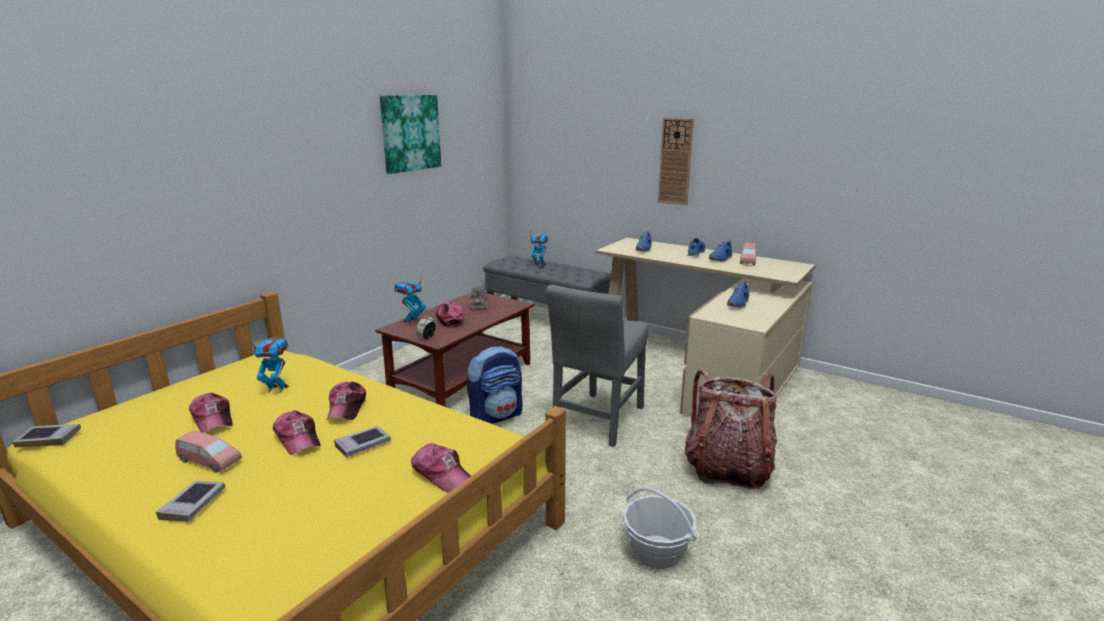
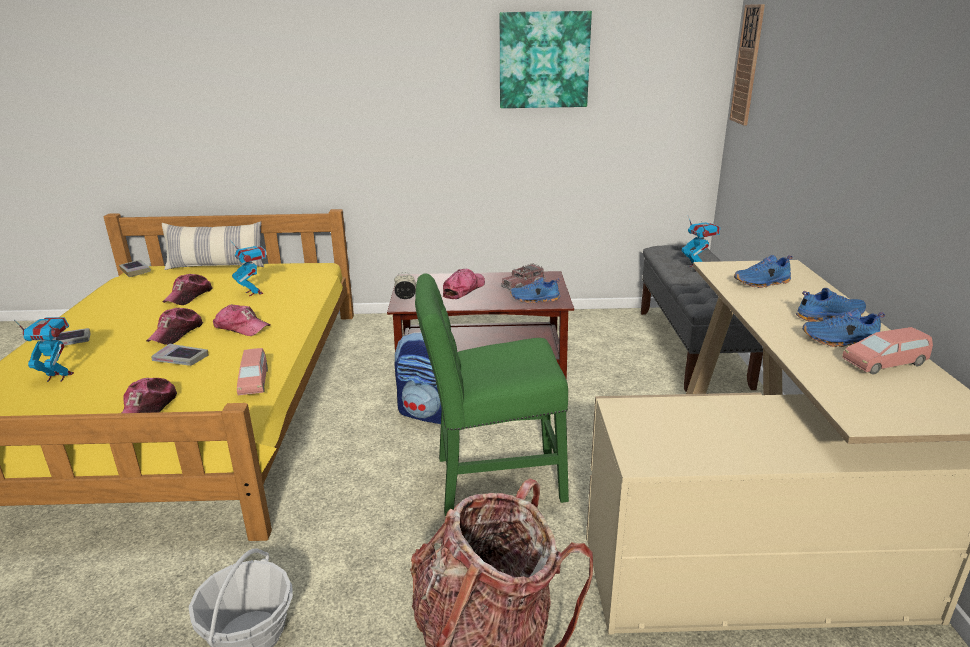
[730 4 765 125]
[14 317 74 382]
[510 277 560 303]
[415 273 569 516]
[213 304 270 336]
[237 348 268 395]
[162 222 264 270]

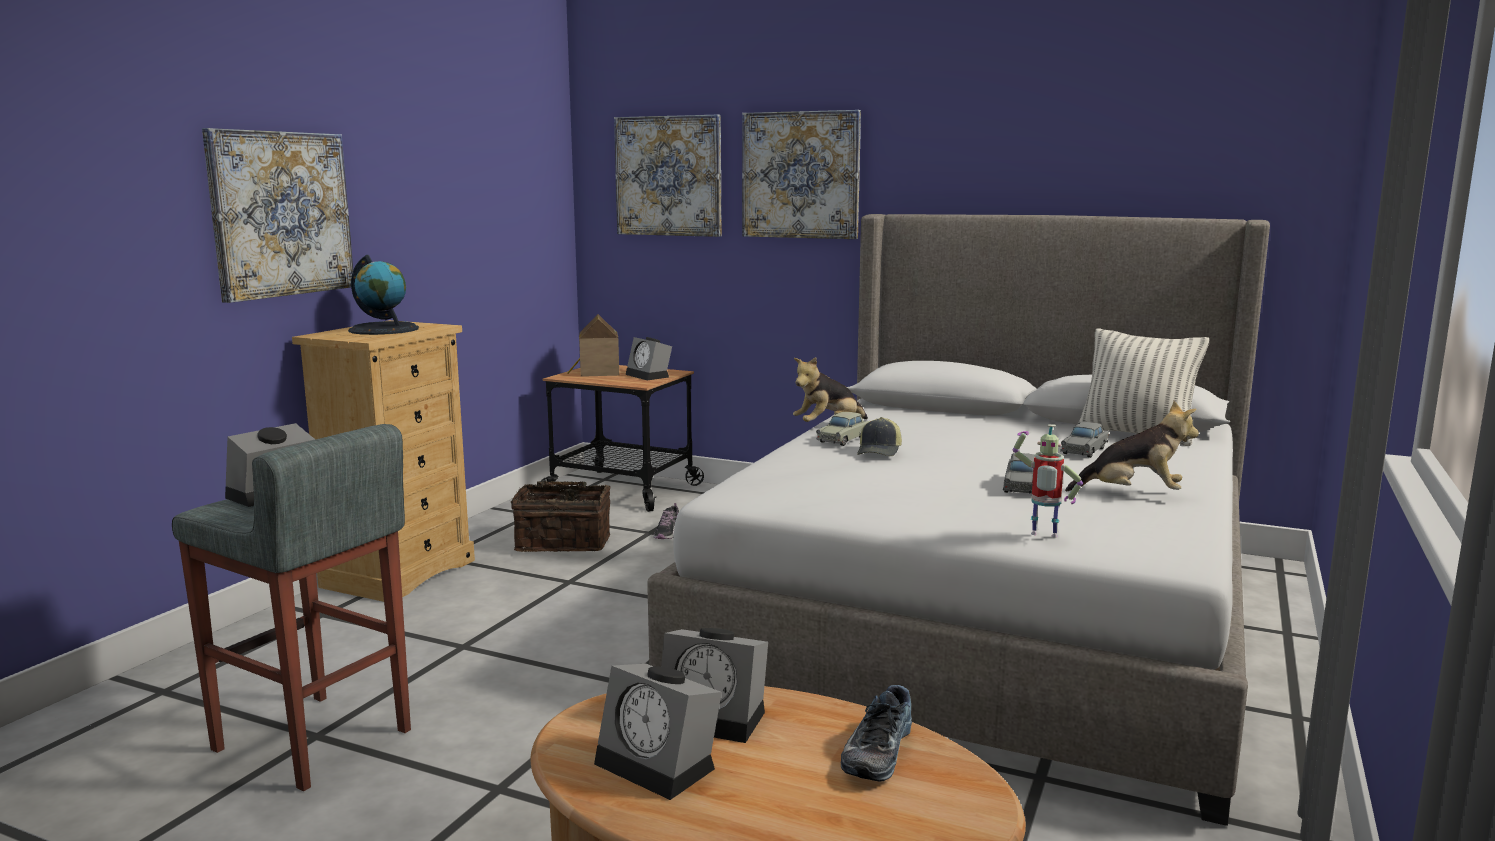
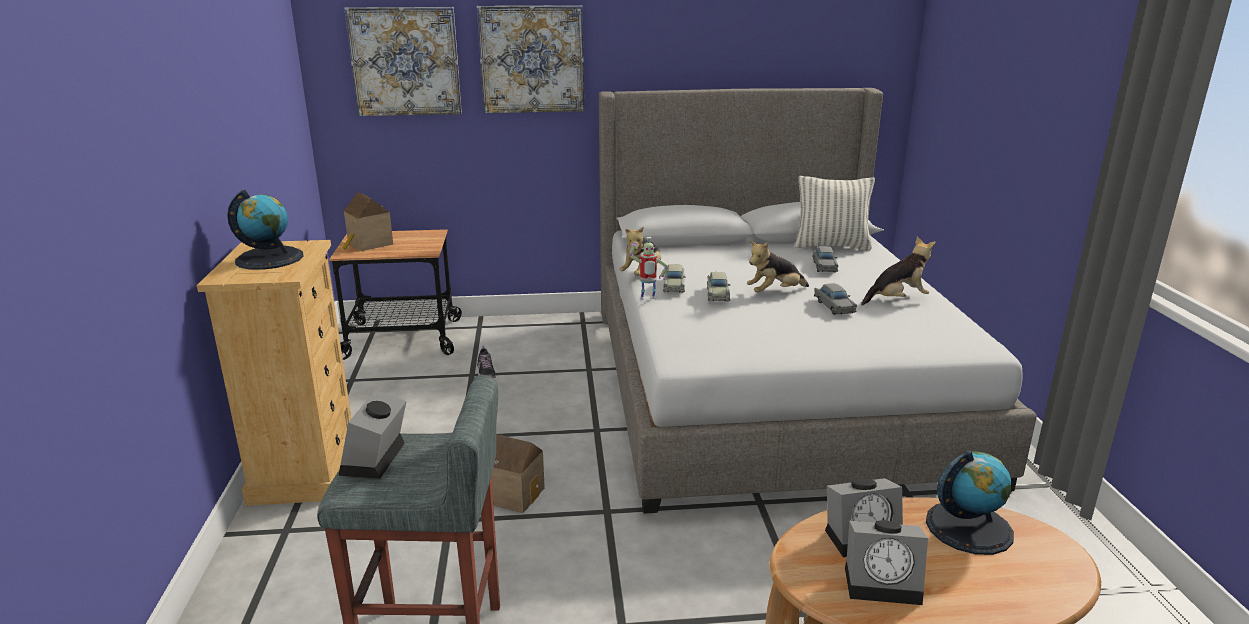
[202 128 353 303] (first image)
[626 337 672 381] (first image)
[707 272 730 302]
[629 237 668 300]
[511 481 610 552] (first image)
[926 450 1014 555]
[747 241 809 293]
[491 434 545 513]

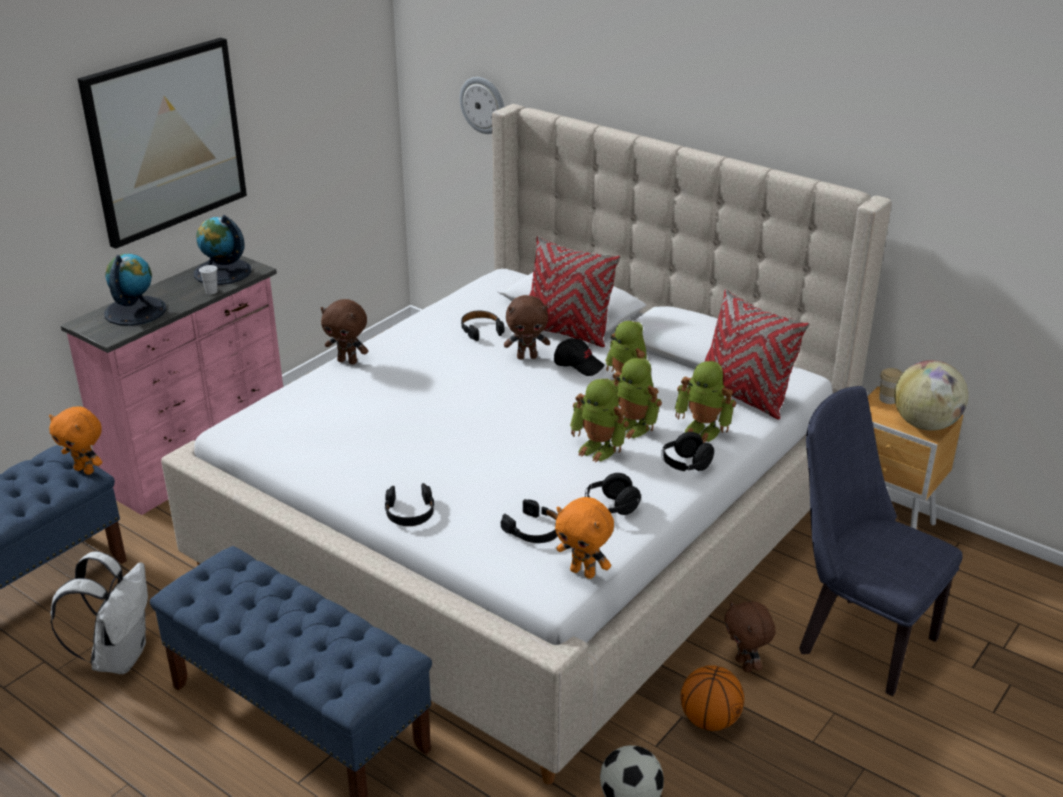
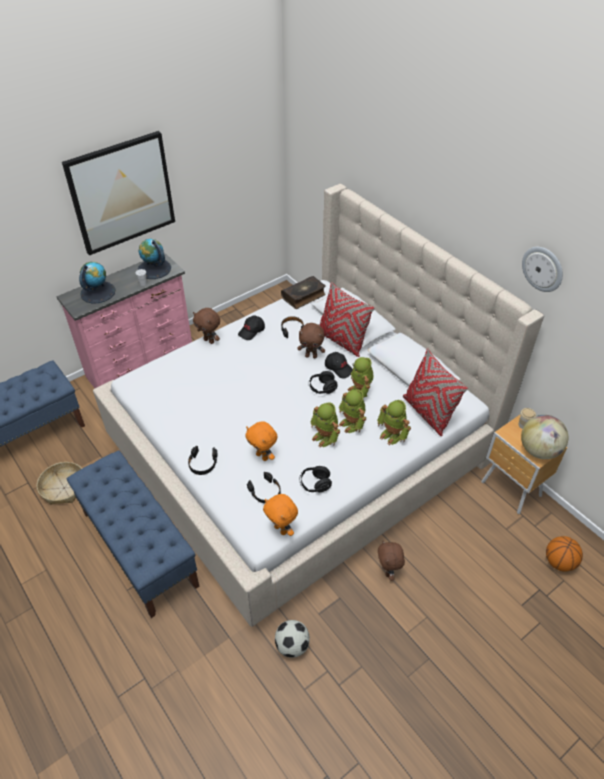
[522 247 563 292]
[799 386 963 696] (first image)
[245 421 277 461]
[309 371 338 394]
[37 462 82 505]
[546 536 583 572]
[281 276 326 309]
[238 315 265 340]

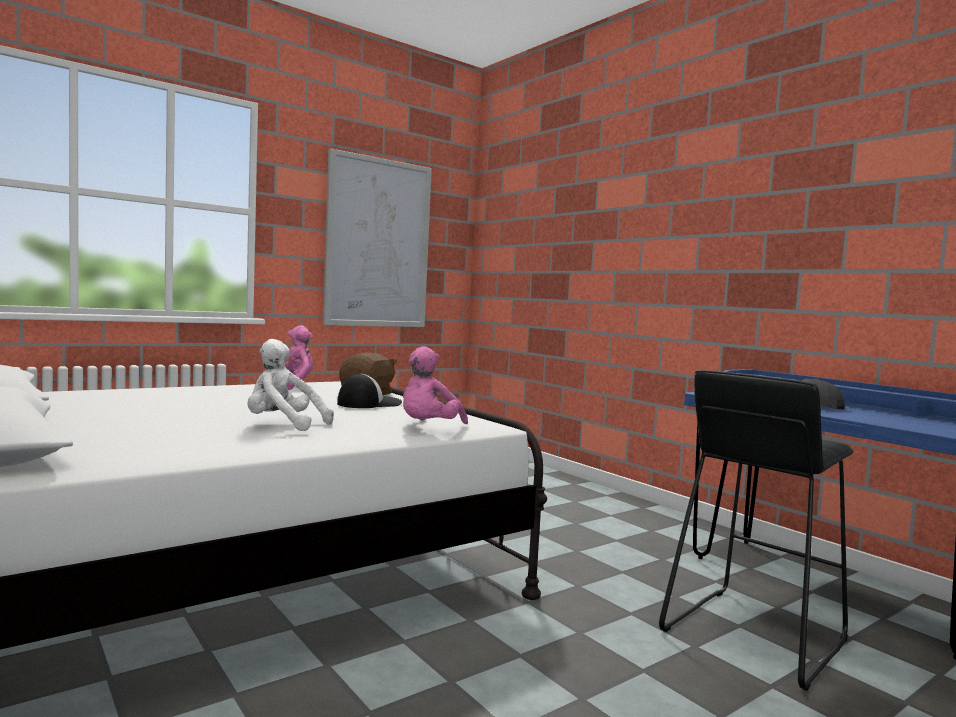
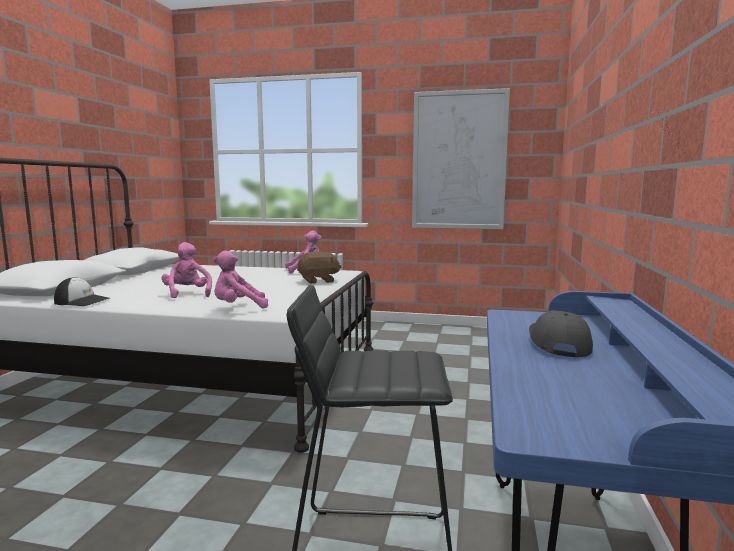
[161 242 212 298]
[54 277 109 306]

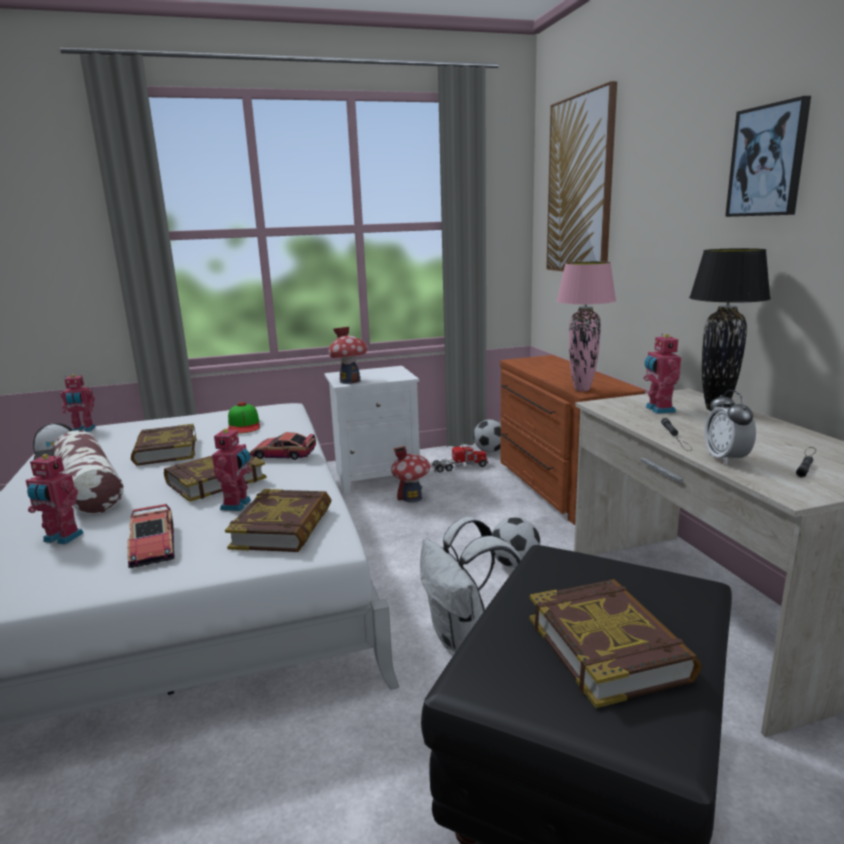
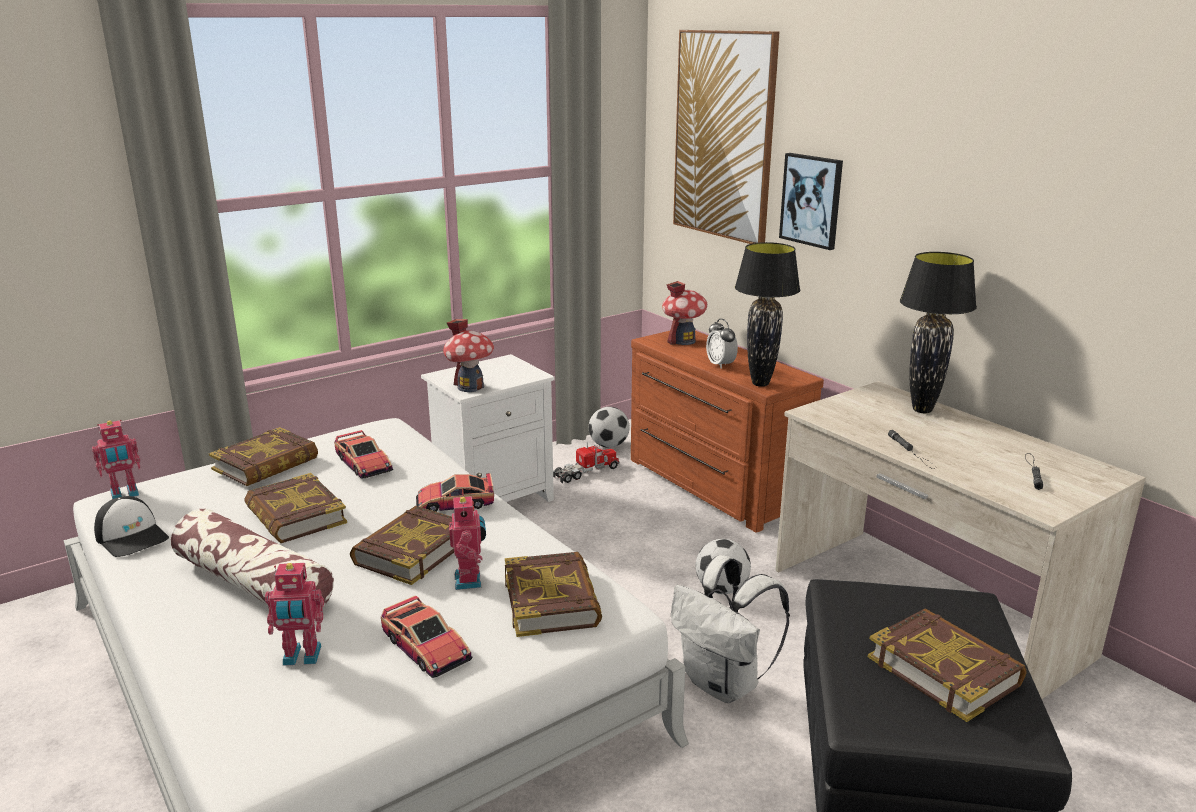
[779 153 843 250]
[735 242 800 387]
[643 334 681 414] (first image)
[706 319 738 369]
[334 430 393 479]
[662 281 708 345]
[209 427 318 486]

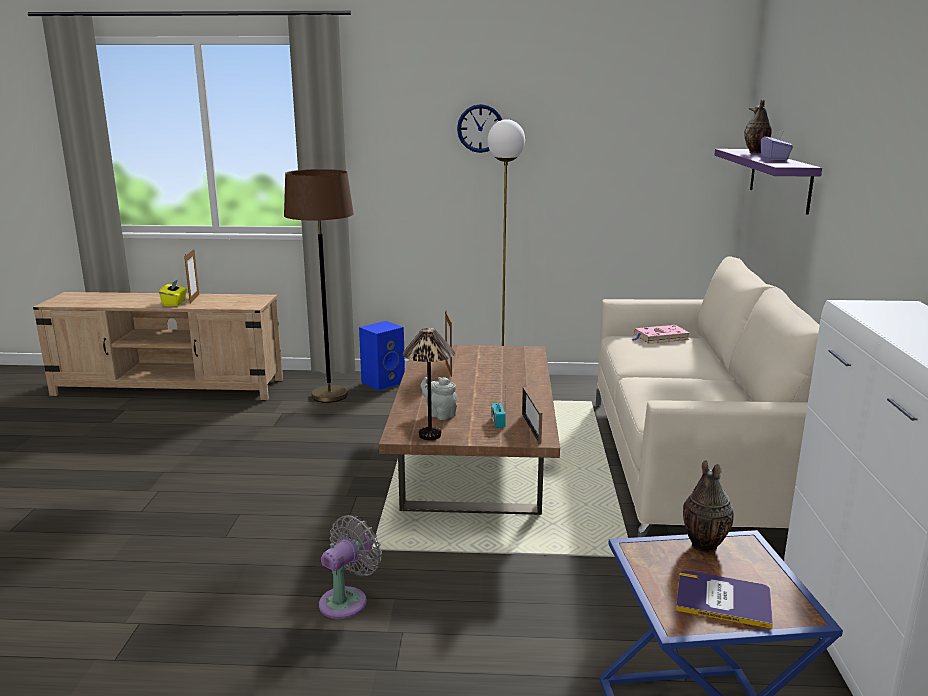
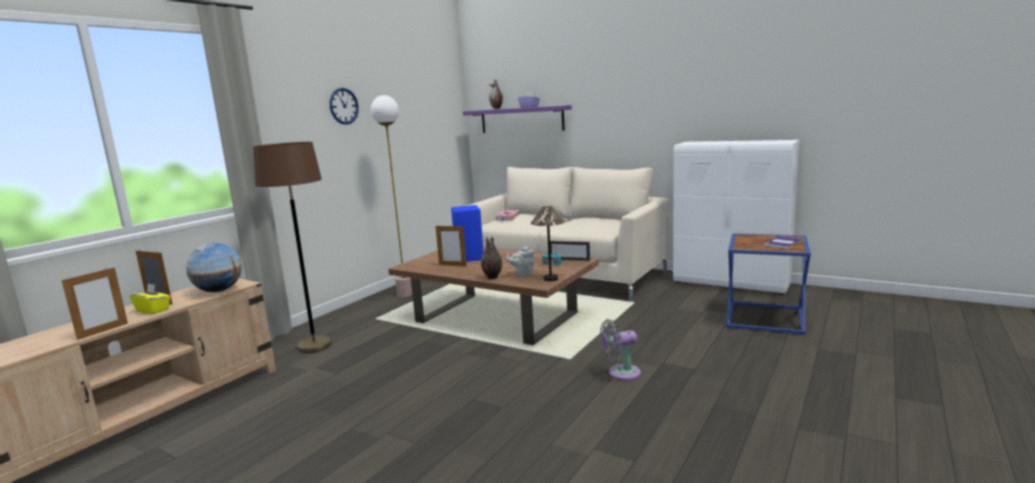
[451 205 484 262]
[481 236 502 280]
[600 319 641 381]
[186 243 242 292]
[62 267 128 340]

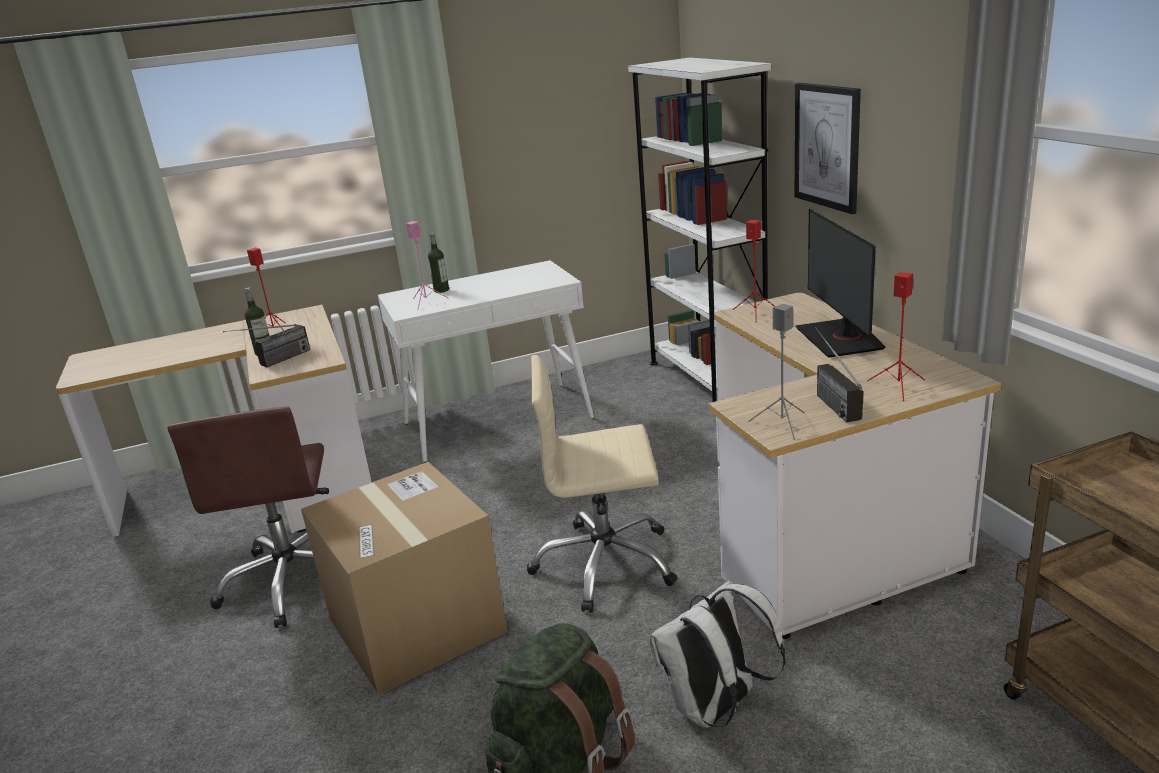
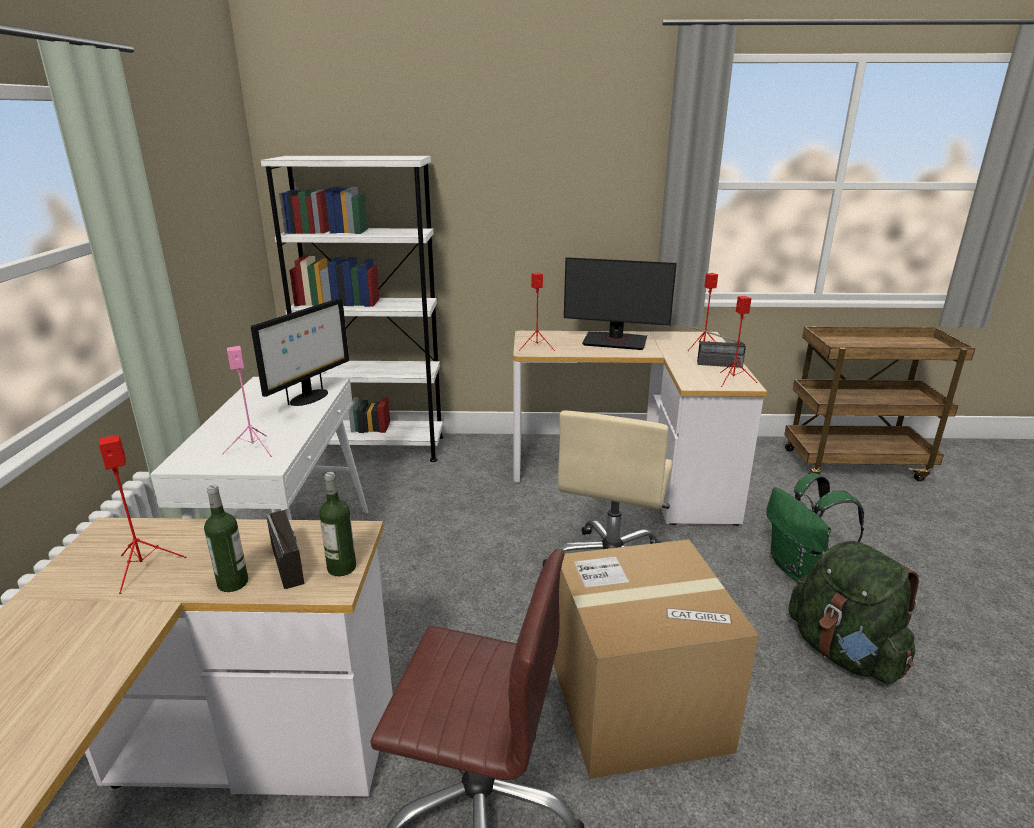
[795 83 861 214] (first image)
[319 472 356 576]
[720 296 757 387]
[766 473 864 582]
[251 298 349 406]

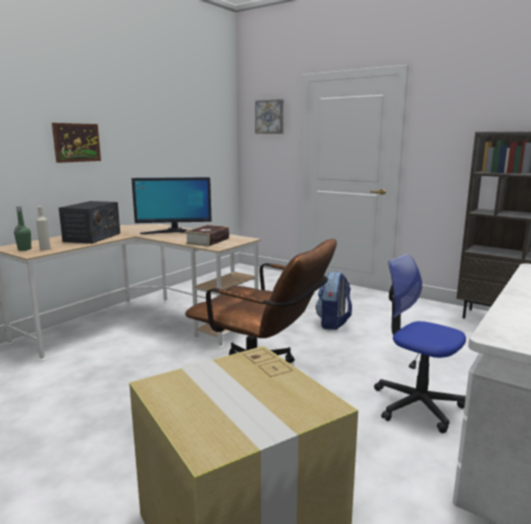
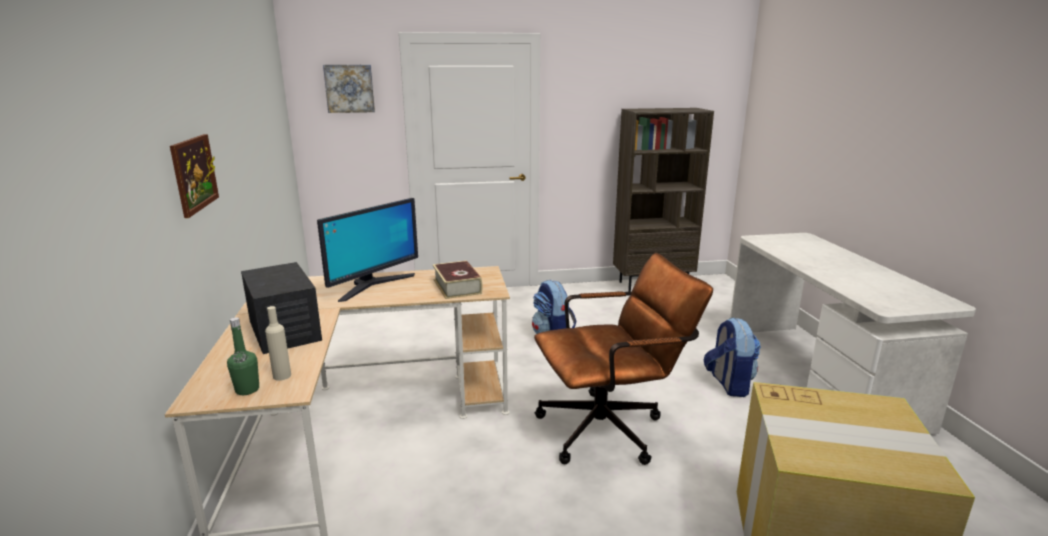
[704 317 761 397]

